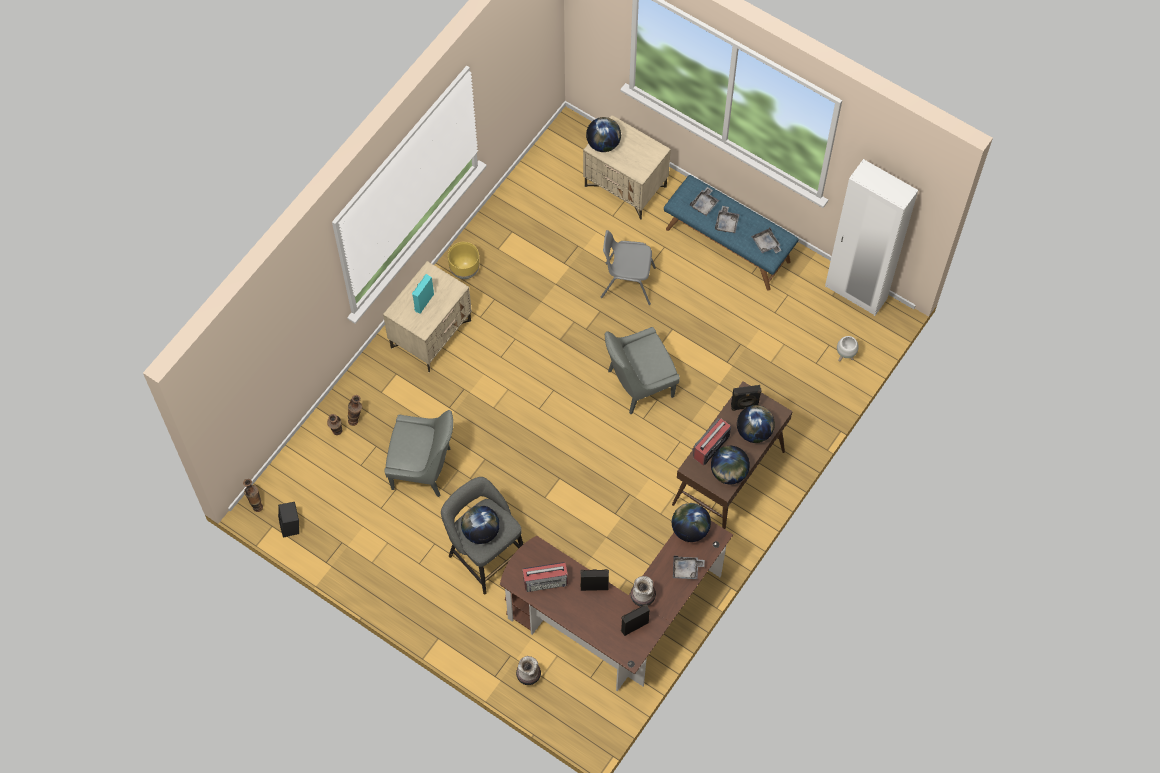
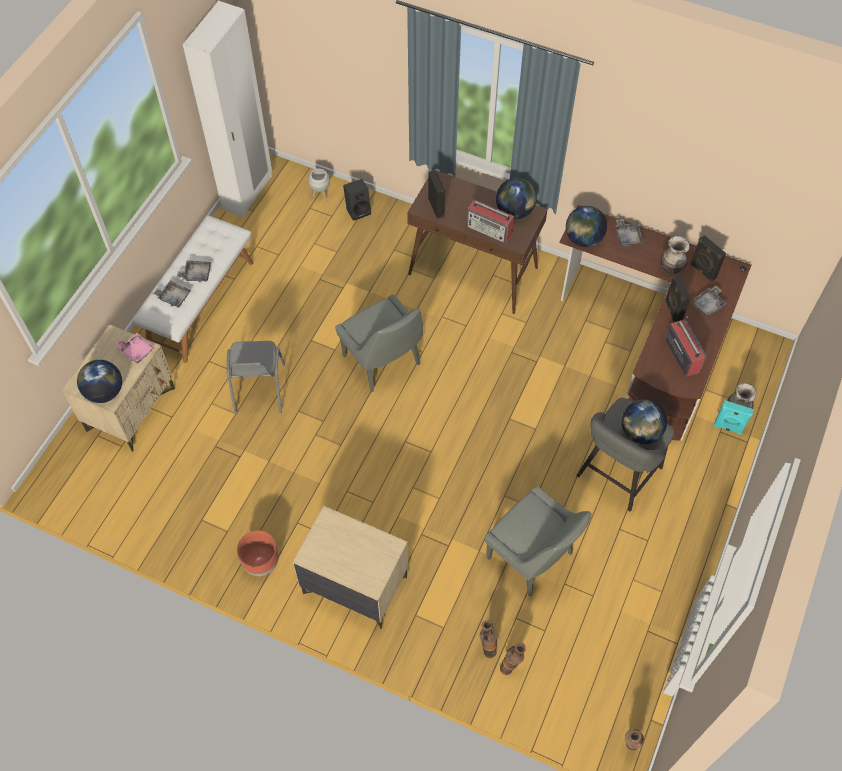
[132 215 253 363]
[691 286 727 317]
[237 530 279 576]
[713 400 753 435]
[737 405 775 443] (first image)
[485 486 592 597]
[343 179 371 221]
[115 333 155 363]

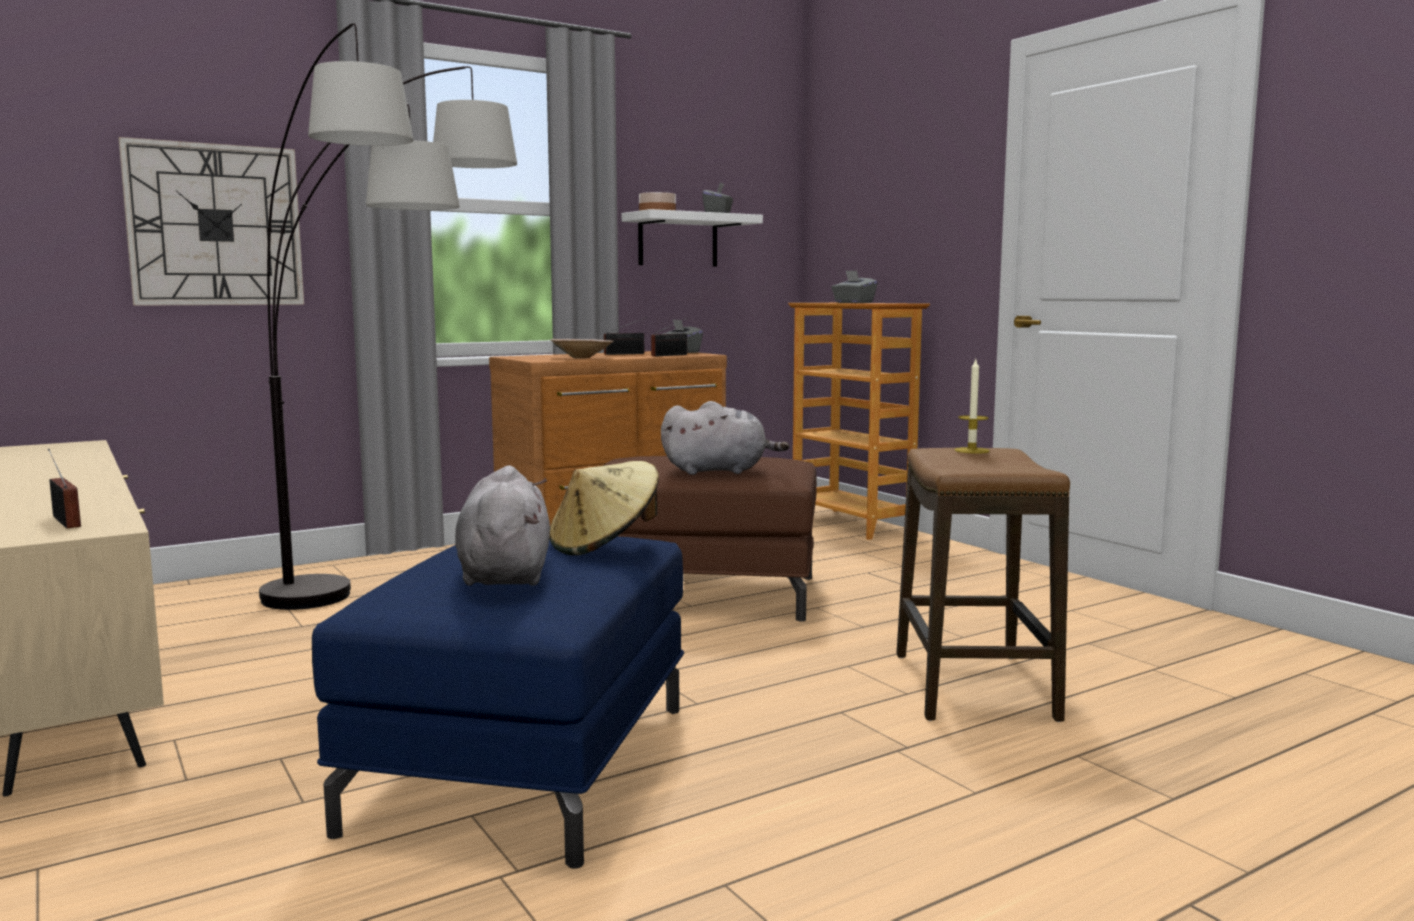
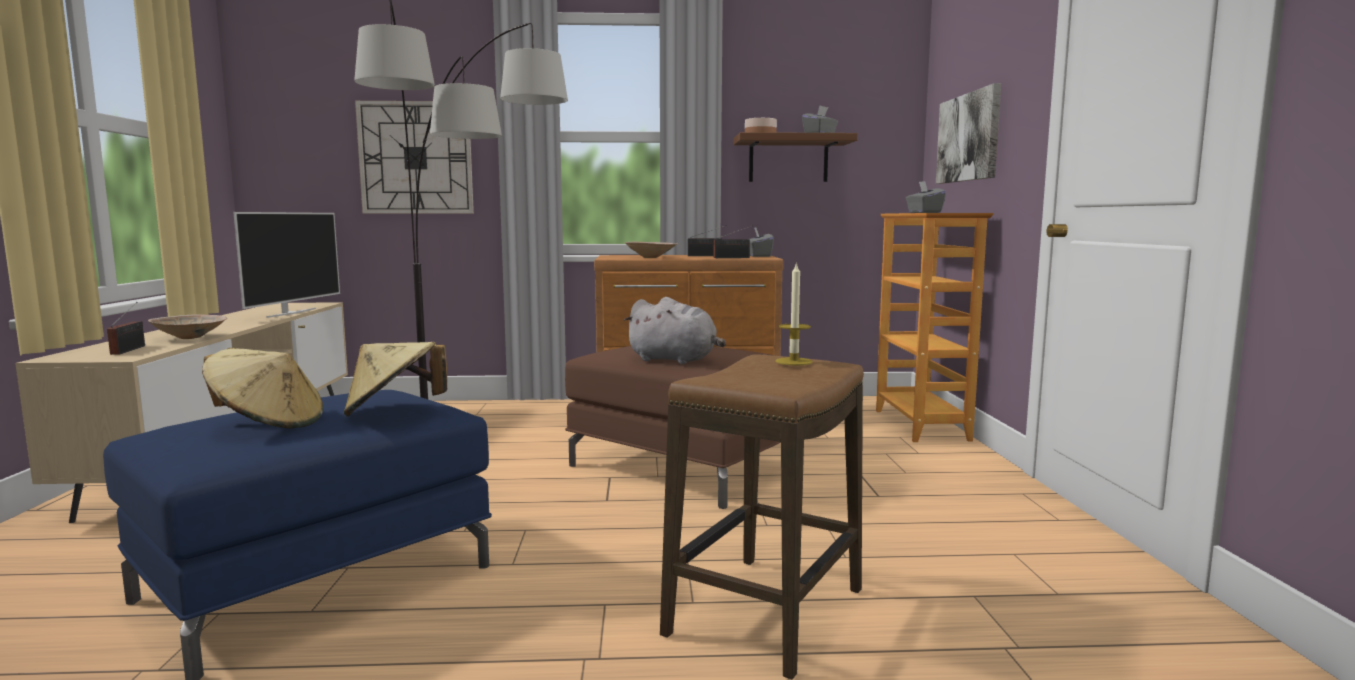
[734 132 858 182]
[202 349 323 428]
[936 83 1001 184]
[233 212 340 318]
[148 314 227 339]

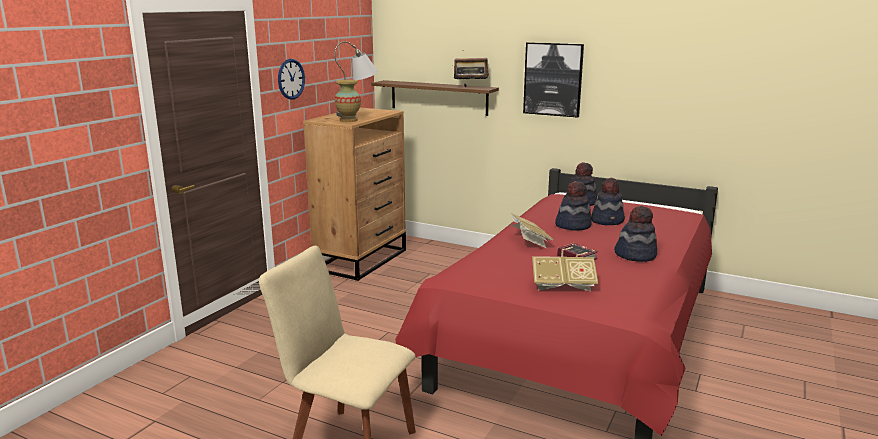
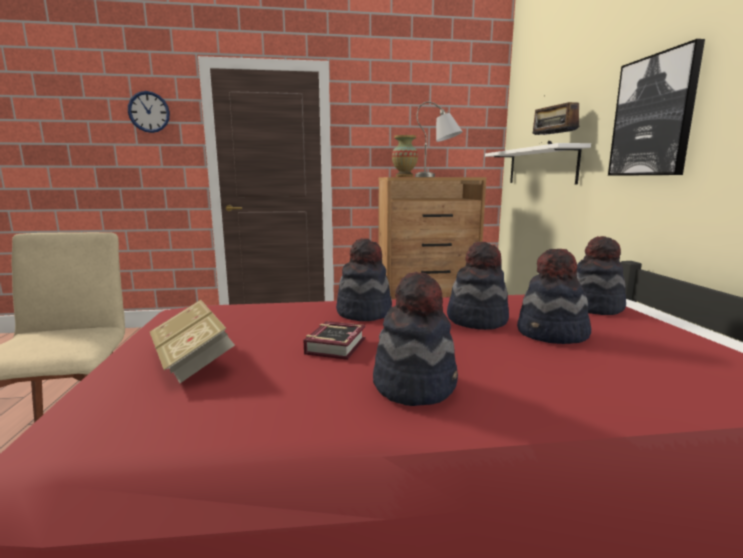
[128 91 170 133]
[485 143 591 184]
[336 238 392 321]

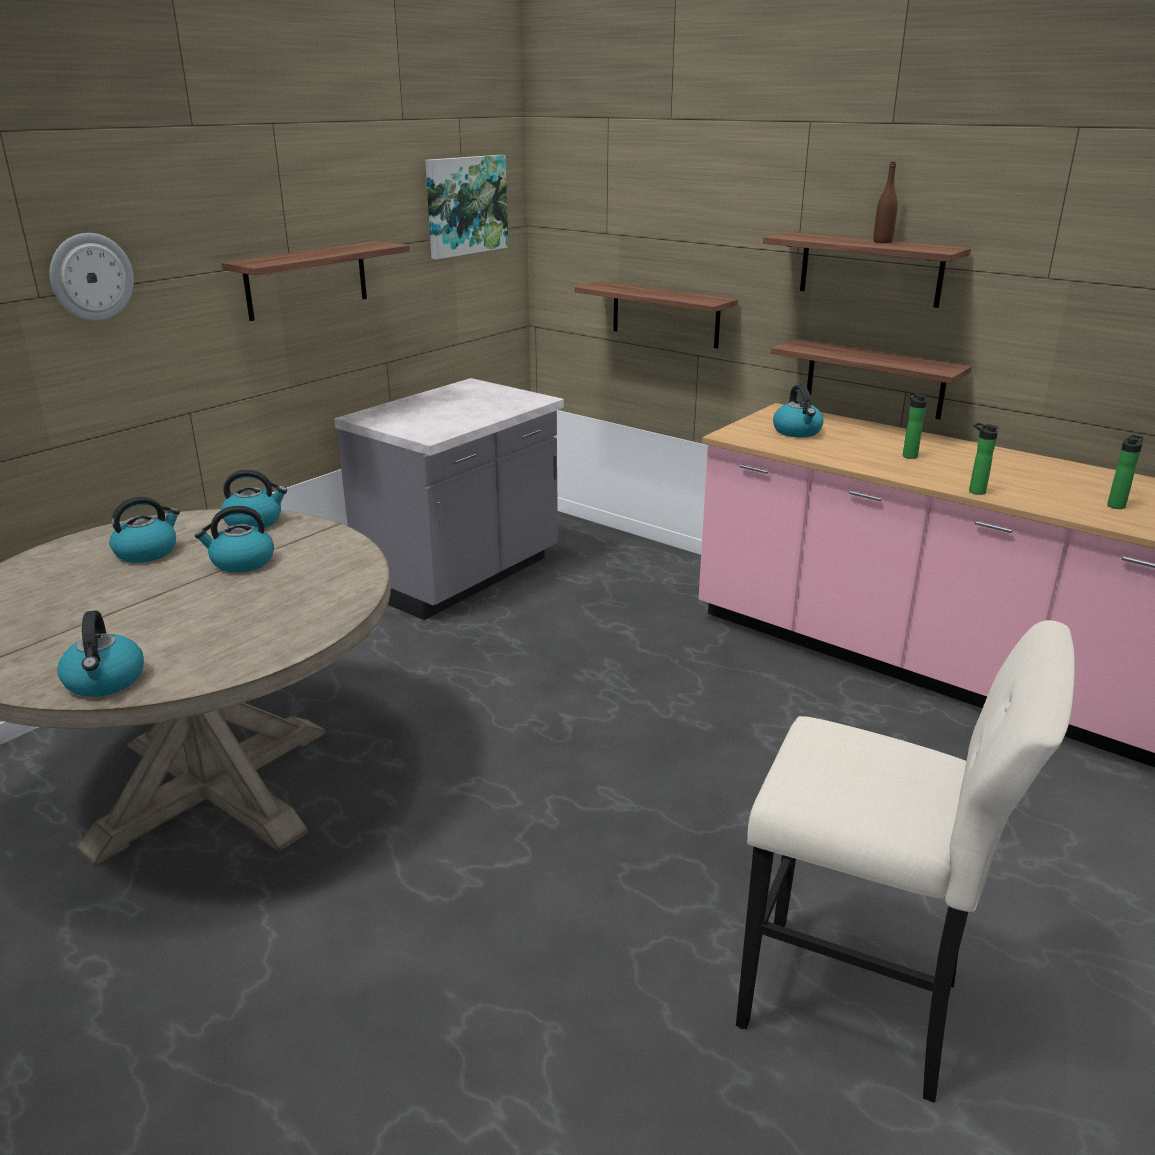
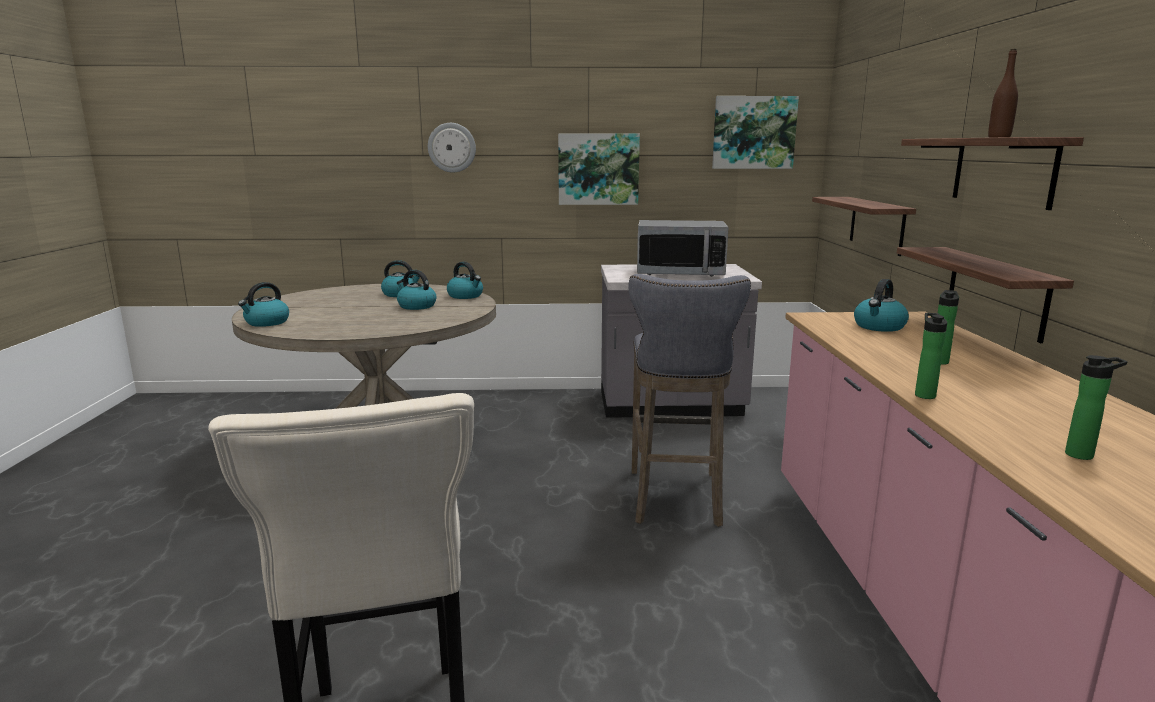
[558 134 640 205]
[637 220 728 277]
[628 274 751 527]

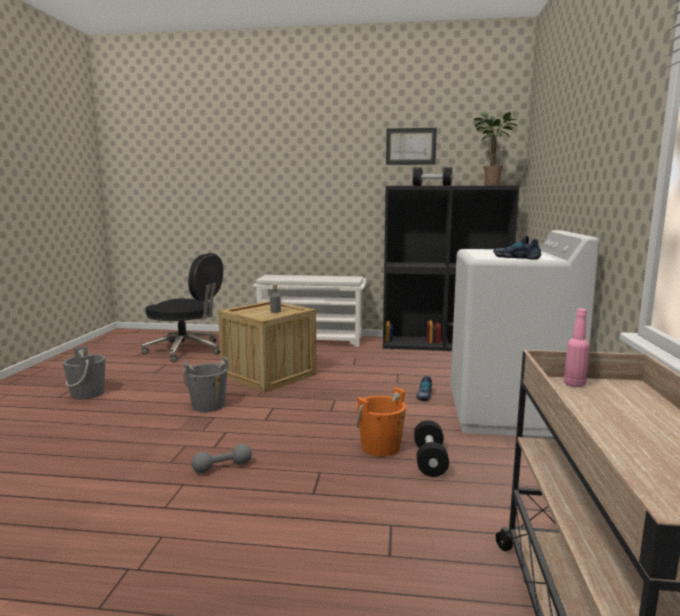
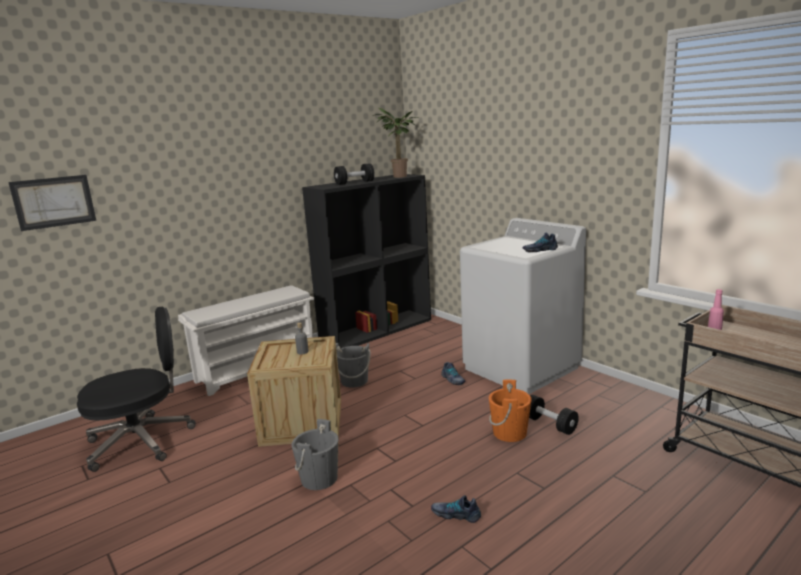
[8 175 96 231]
[336 343 370 388]
[431 495 481 523]

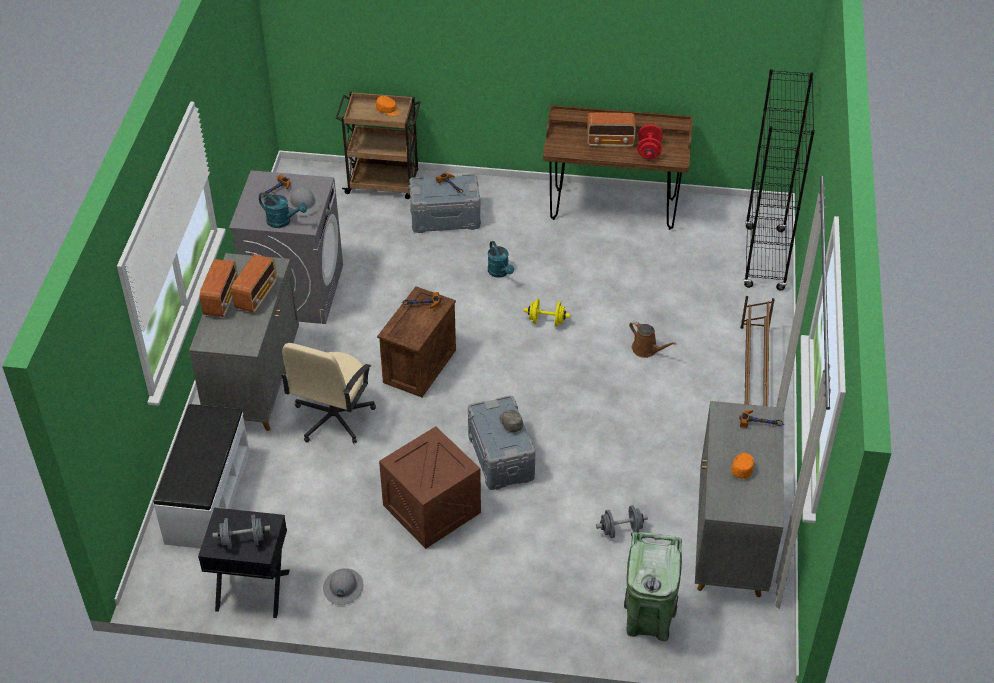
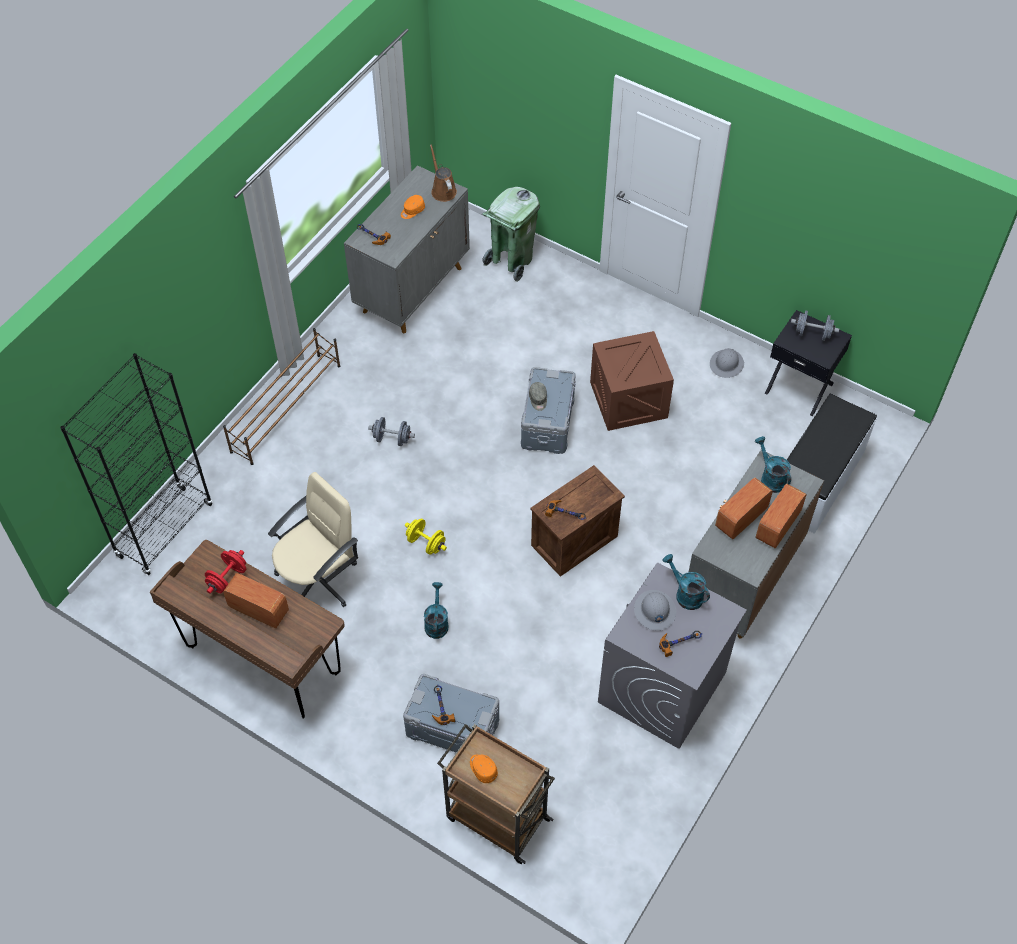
[430 144 457 202]
[268 472 358 607]
[368 417 415 446]
[755 436 791 493]

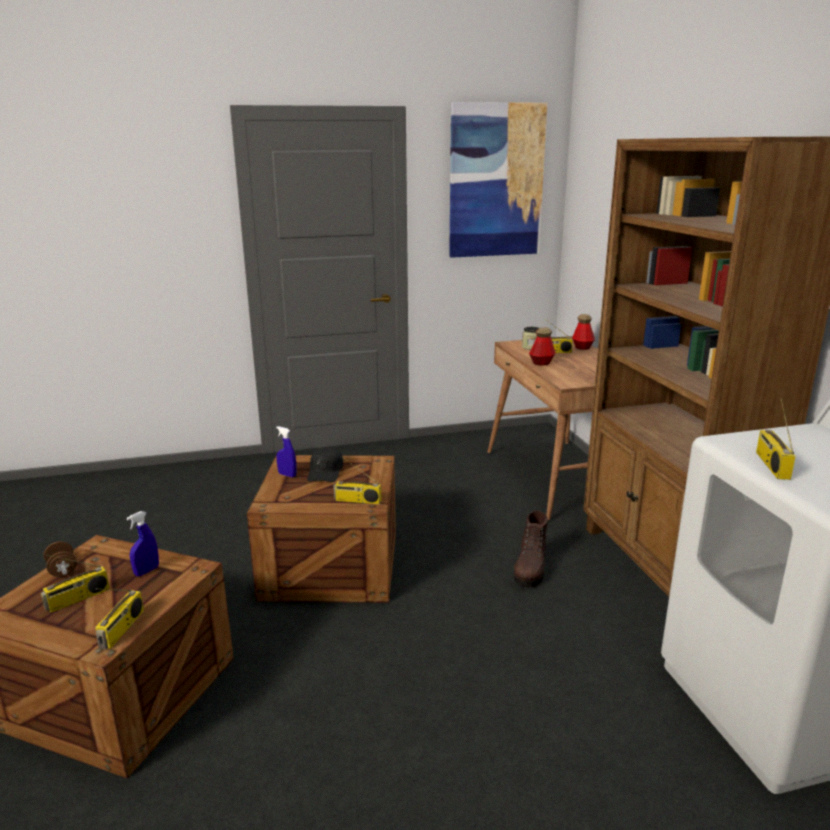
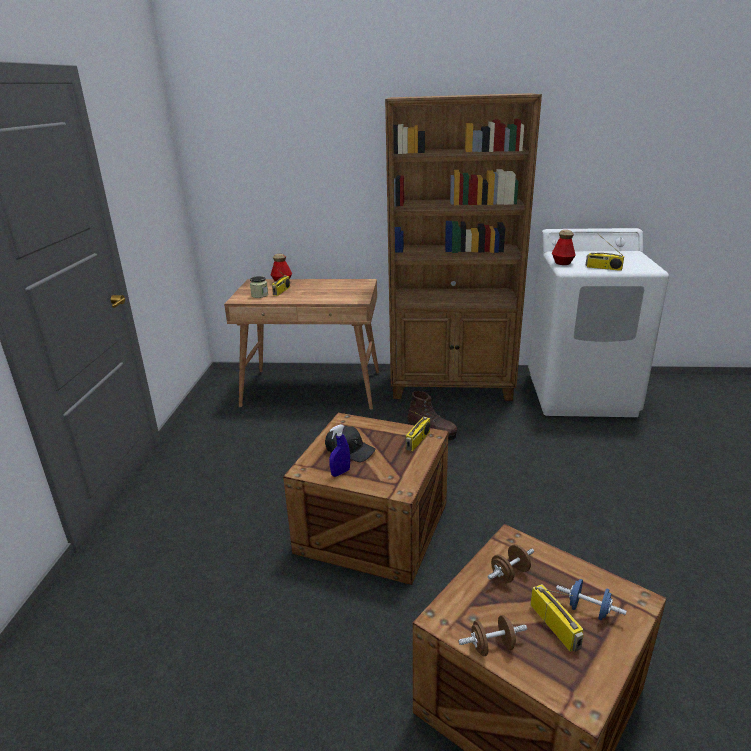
[449 102 547 258] (first image)
[552 230 575 265]
[488 544 534 583]
[95 588 144 649] (first image)
[556 579 627 620]

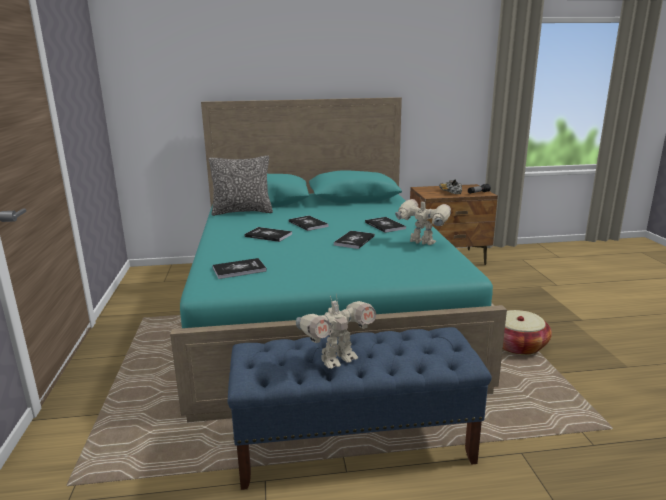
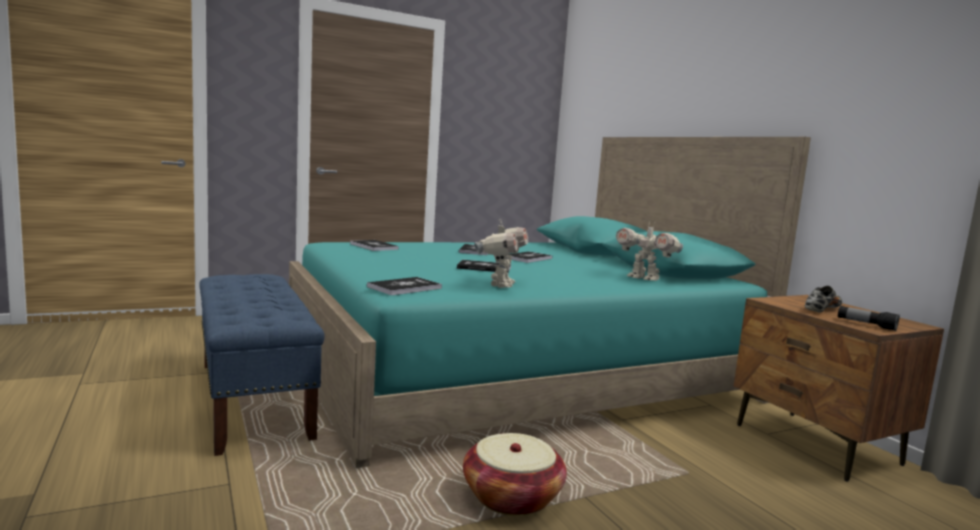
[209 155 273 216] (first image)
[367 277 442 295]
[616 221 683 281]

